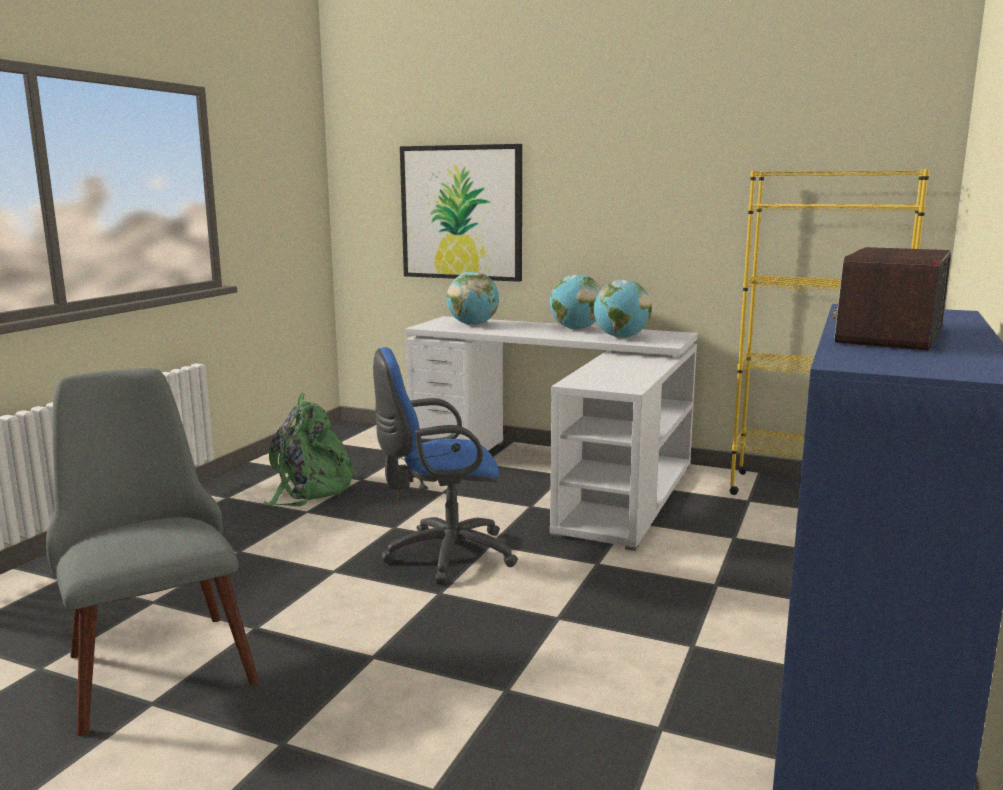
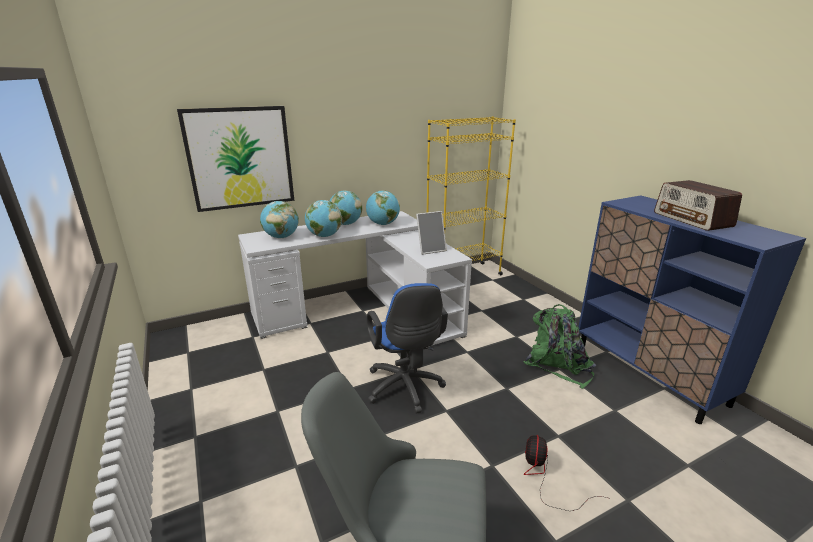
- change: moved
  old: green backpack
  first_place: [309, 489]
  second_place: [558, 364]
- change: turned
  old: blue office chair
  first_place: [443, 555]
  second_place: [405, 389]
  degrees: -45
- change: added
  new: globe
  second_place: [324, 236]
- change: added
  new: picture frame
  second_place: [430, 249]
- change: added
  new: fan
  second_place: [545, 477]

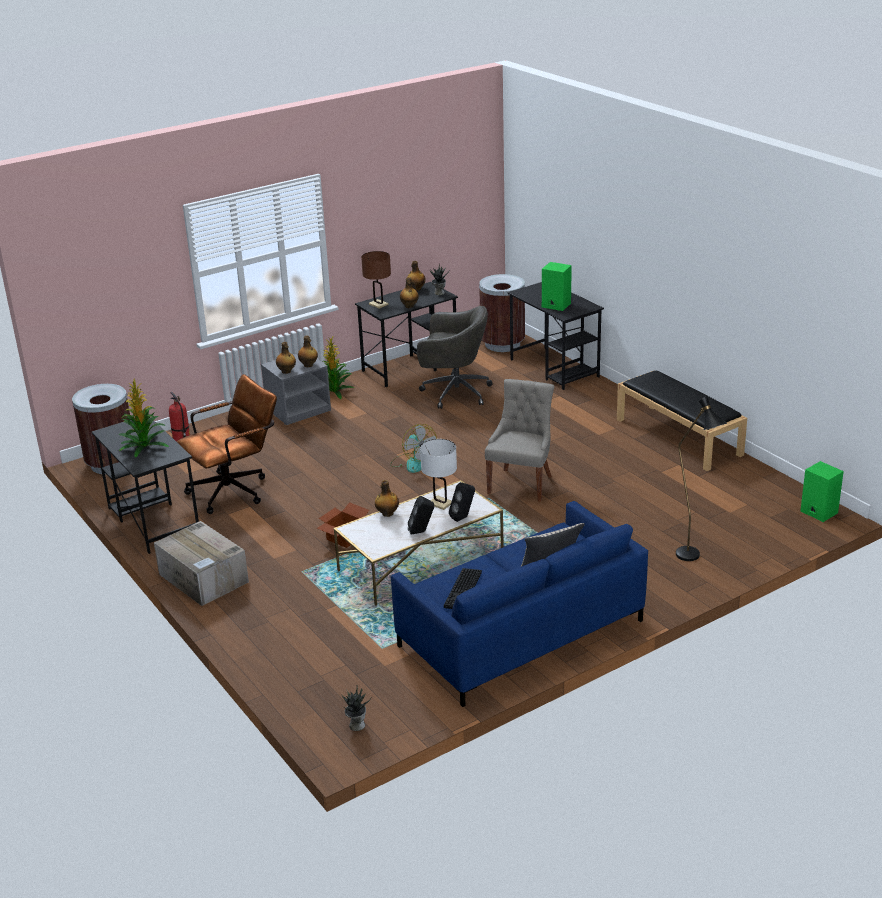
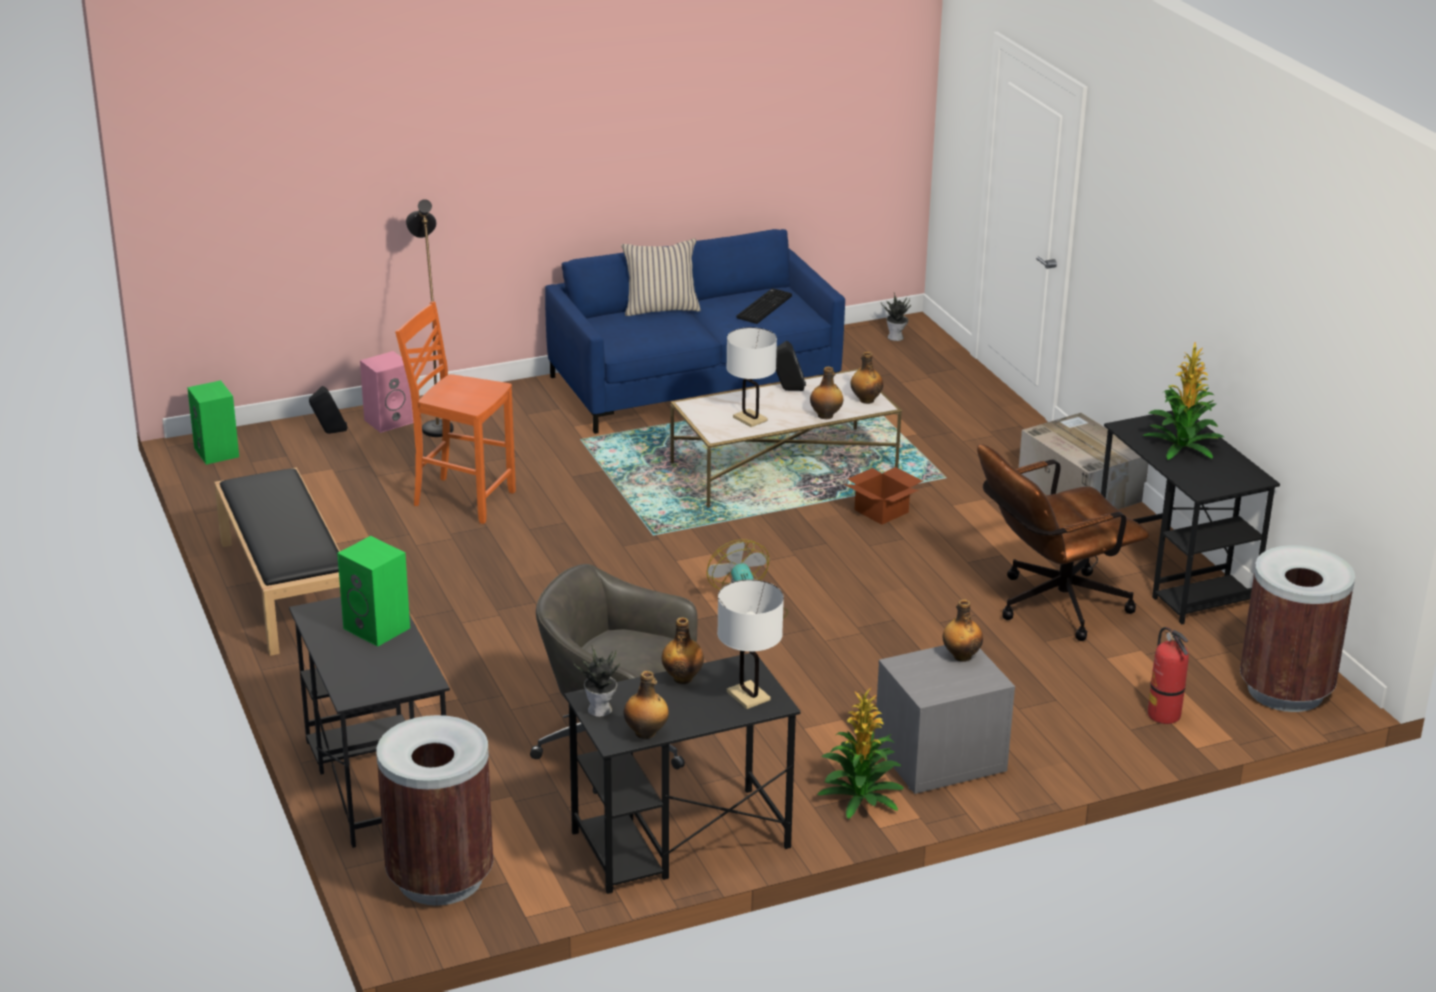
- change: moved
  old: bottle
  first_place: [308, 365]
  second_place: [866, 400]
- change: recoloured
  old: brown table lamp
  new: white table lamp
  first_place: [378, 304]
  second_place: [748, 696]
- change: moved
  old: black speaker
  first_place: [463, 517]
  second_place: [329, 433]
- change: removed
  old: grey chair
  first_place: [521, 484]
- change: added
  new: pink speaker
  second_place: [389, 420]
- change: added
  new: orange chair
  second_place: [462, 499]

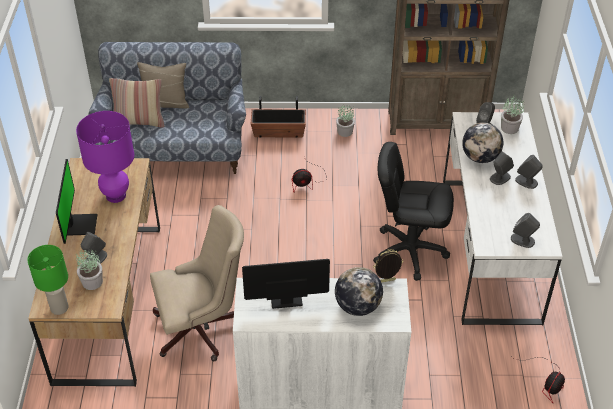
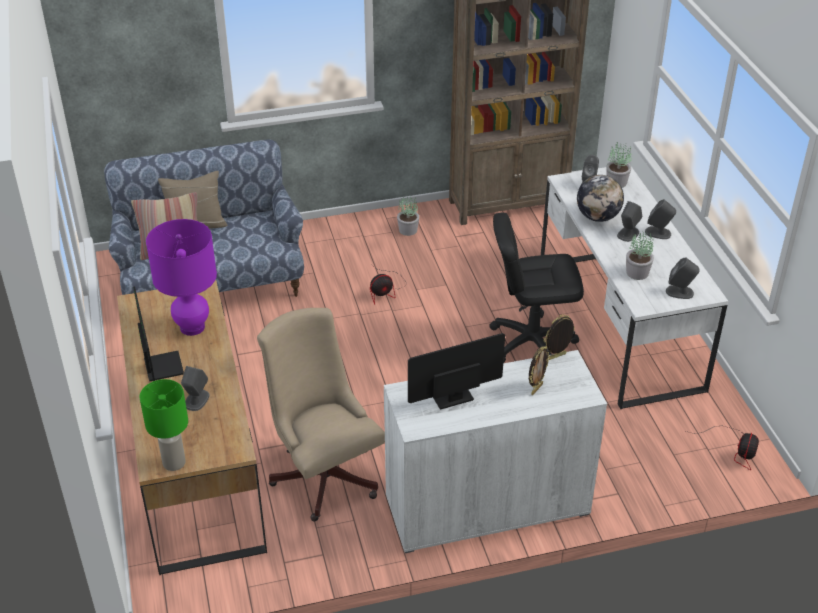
- change: moved
  old: potted plant
  first_place: [92, 282]
  second_place: [638, 273]
- change: turned
  old: beige office chair
  first_place: [202, 329]
  second_place: [323, 472]
  degrees: -90
- change: removed
  old: planter
  first_place: [278, 132]
- change: replaced
  old: globe
  new: picture frame
  first_place: [357, 306]
  second_place: [536, 389]

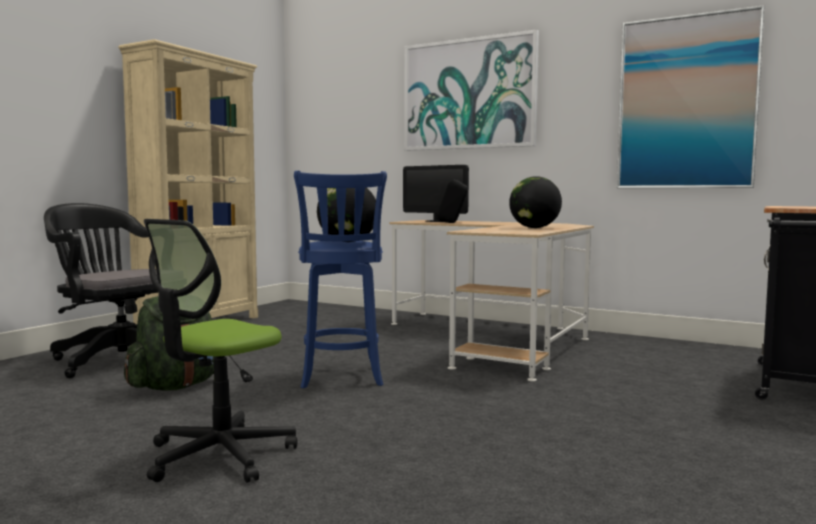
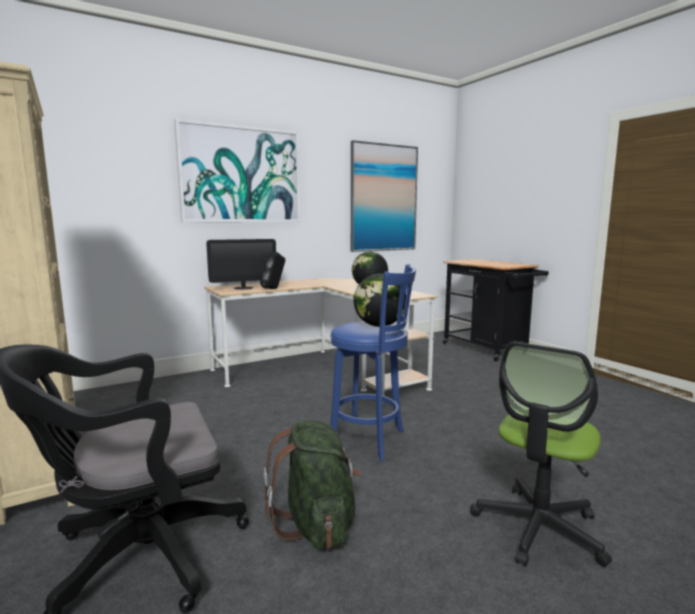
- change: turned
  old: office chair
  first_place: [219, 455]
  second_place: [538, 528]
  degrees: 60

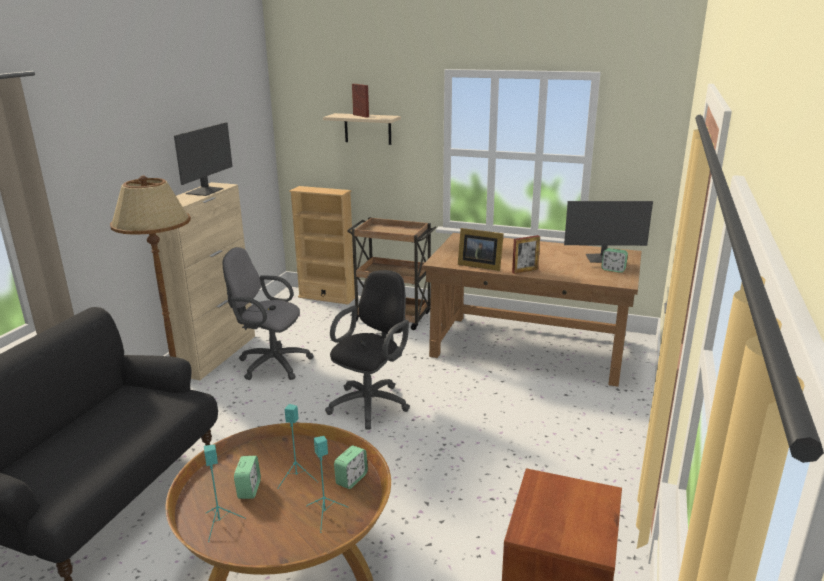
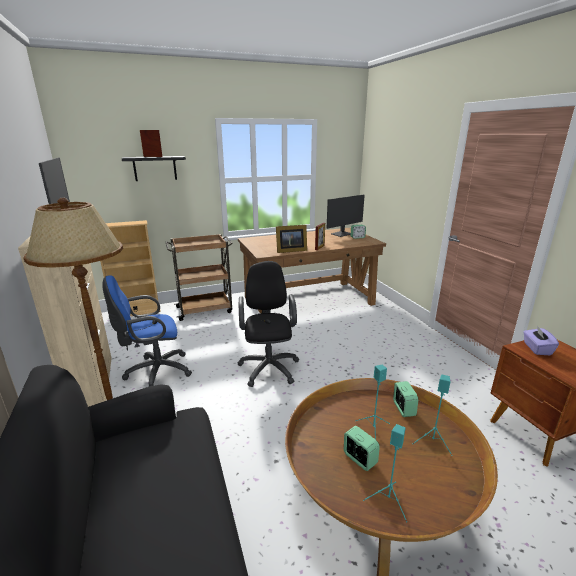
- change: recoloured
  old: grey office chair
  new: blue office chair
  first_place: [270, 364]
  second_place: [155, 372]
- change: recoloured
  old: beige shelf
  new: black shelf
  first_place: [367, 129]
  second_place: [155, 168]
- change: added
  new: purple tissue box
  second_place: [536, 348]

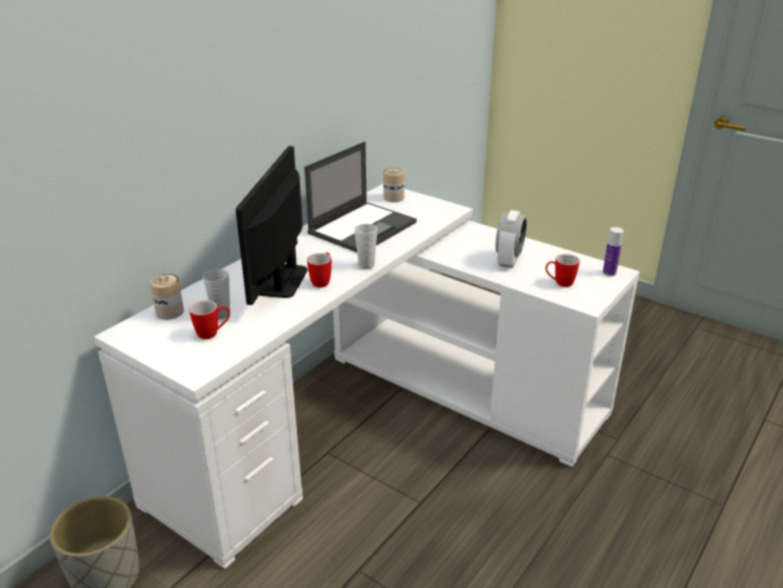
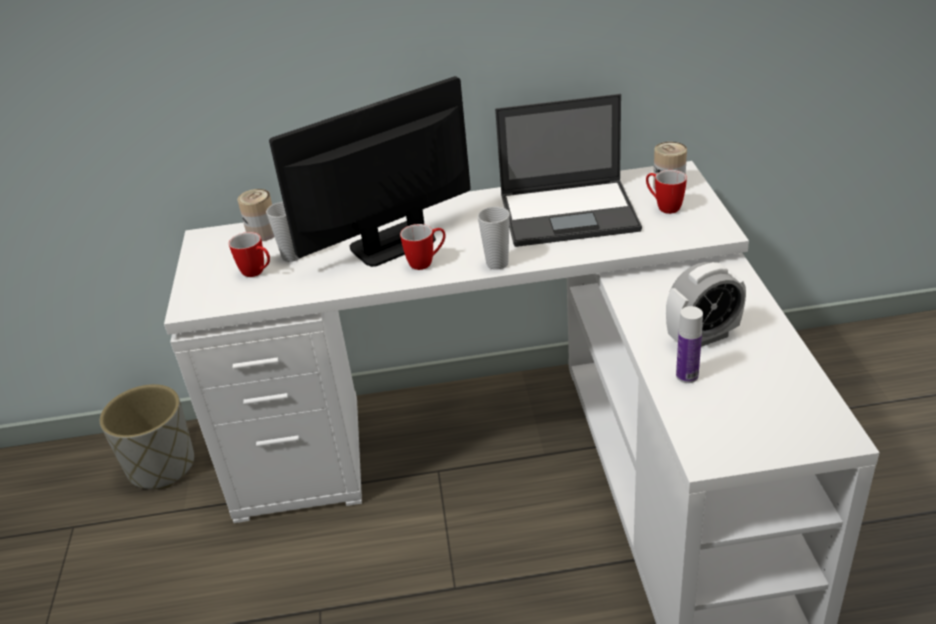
- change: moved
  old: mug
  first_place: [559, 283]
  second_place: [663, 207]
- change: moved
  old: bottle
  first_place: [609, 273]
  second_place: [687, 376]

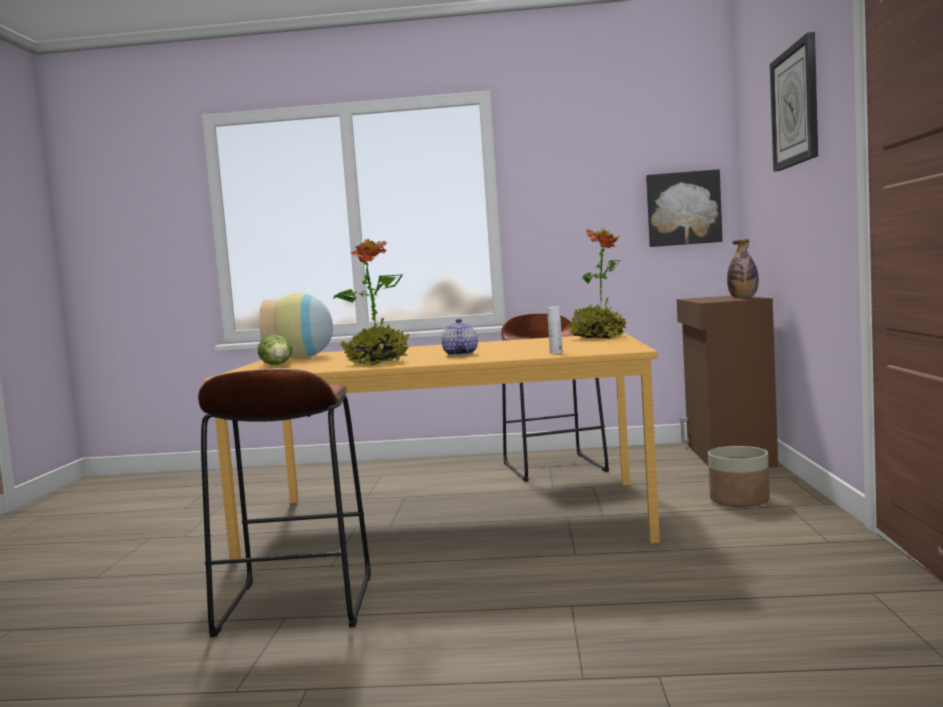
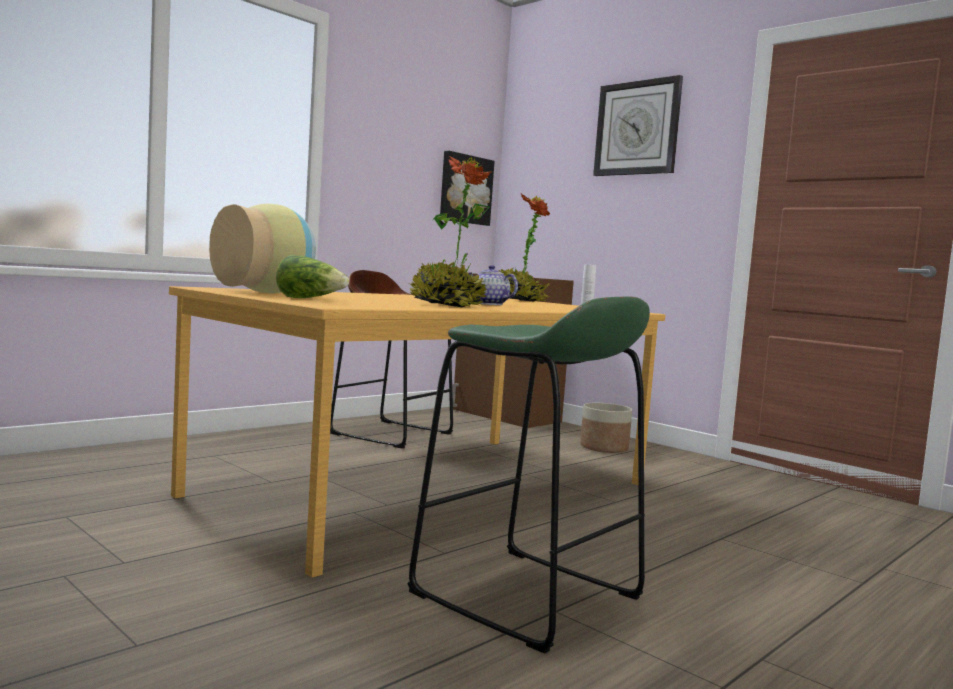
- change: recoloured
  old: brown stool
  new: green stool
  first_place: [296, 604]
  second_place: [526, 596]
- change: removed
  old: bottle
  first_place: [743, 298]

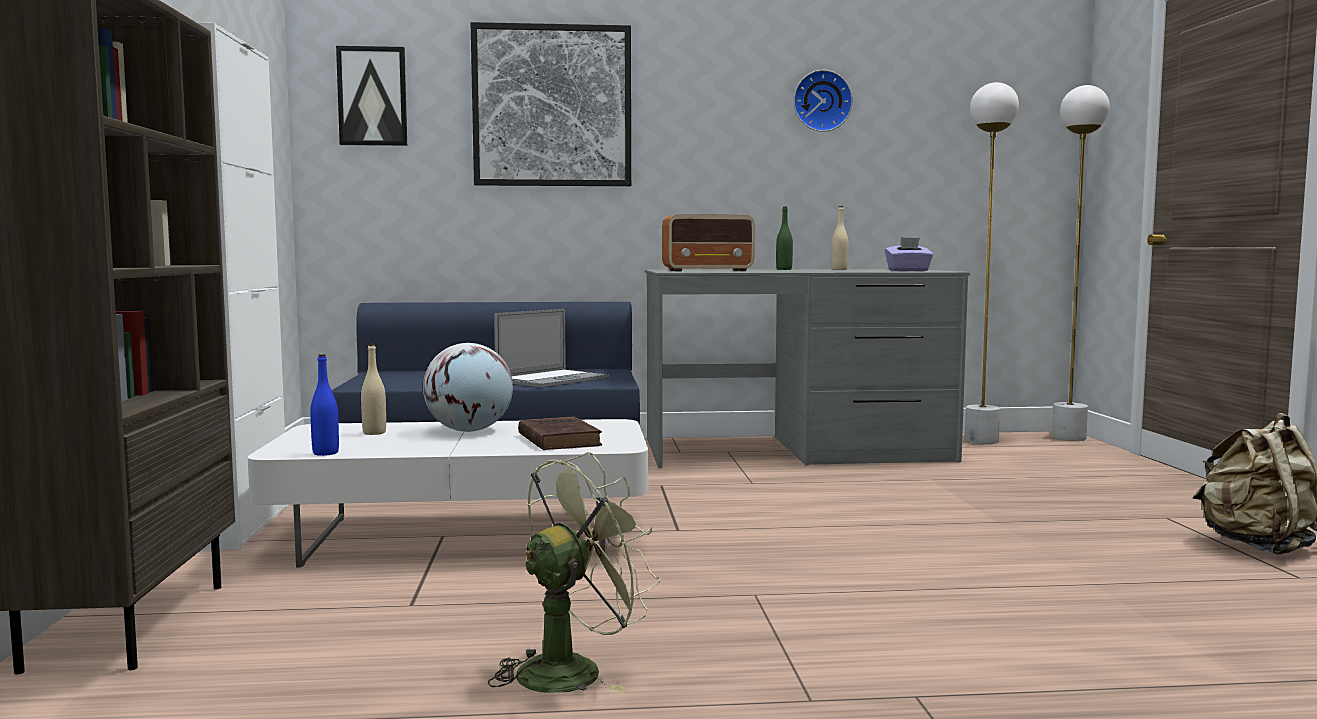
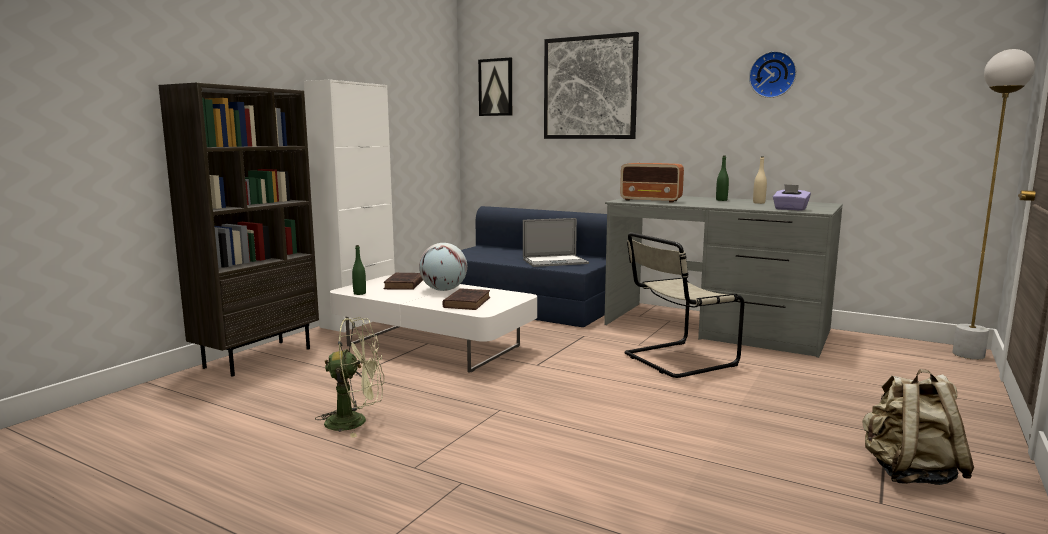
- change: recoloured
  old: blue bottle
  new: green bottle
  first_place: [325, 453]
  second_place: [359, 293]
- change: replaced
  old: beige bottle
  new: brown book
  first_place: [374, 433]
  second_place: [404, 284]
- change: removed
  old: white floor lamp
  first_place: [981, 441]
- change: added
  new: beige chair
  second_place: [676, 360]

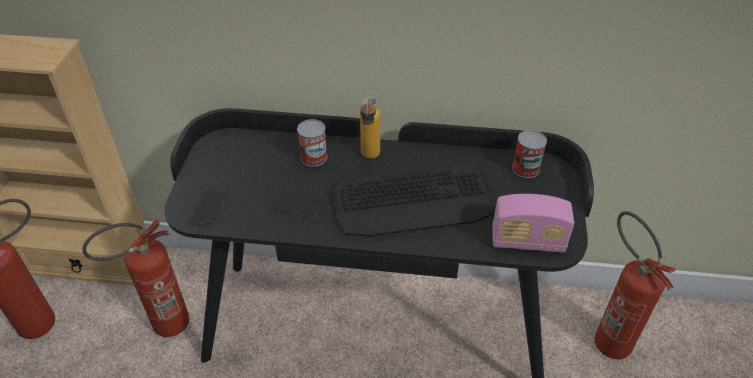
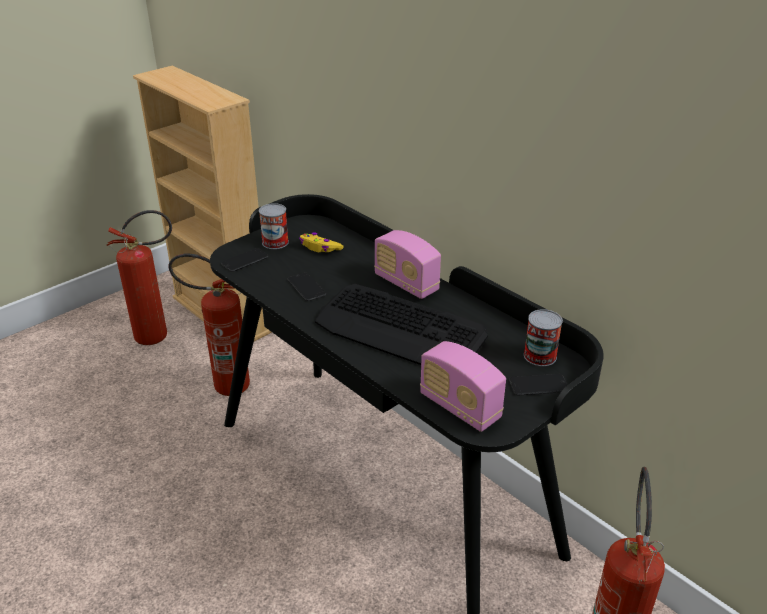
- change: moved
  old: can
  first_place: [313, 157]
  second_place: [275, 242]
- change: replaced
  old: bottle
  new: radio
  first_place: [369, 158]
  second_place: [406, 283]
- change: added
  new: yellow game controller
  second_place: [320, 248]

